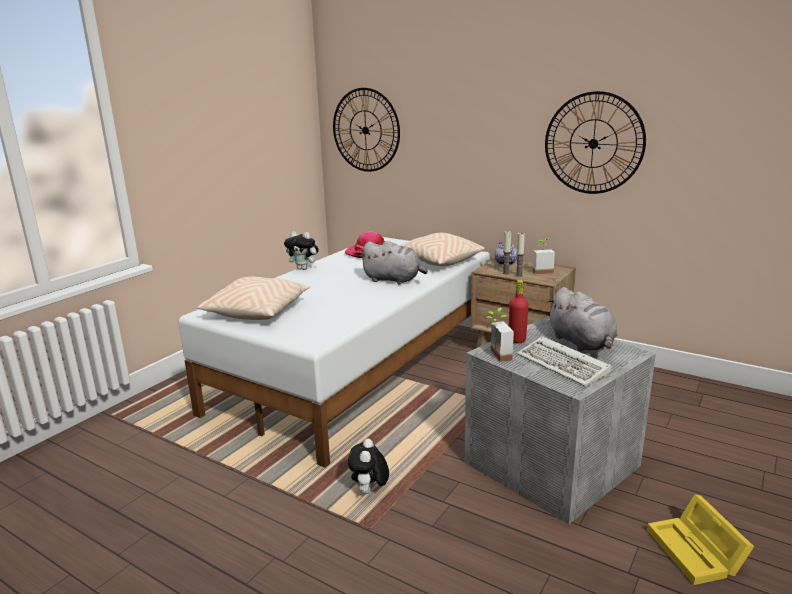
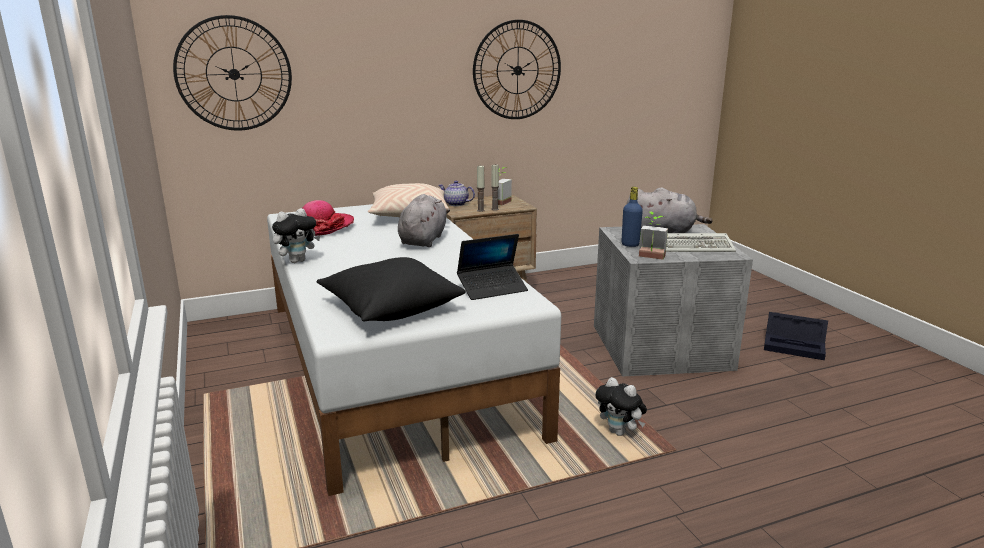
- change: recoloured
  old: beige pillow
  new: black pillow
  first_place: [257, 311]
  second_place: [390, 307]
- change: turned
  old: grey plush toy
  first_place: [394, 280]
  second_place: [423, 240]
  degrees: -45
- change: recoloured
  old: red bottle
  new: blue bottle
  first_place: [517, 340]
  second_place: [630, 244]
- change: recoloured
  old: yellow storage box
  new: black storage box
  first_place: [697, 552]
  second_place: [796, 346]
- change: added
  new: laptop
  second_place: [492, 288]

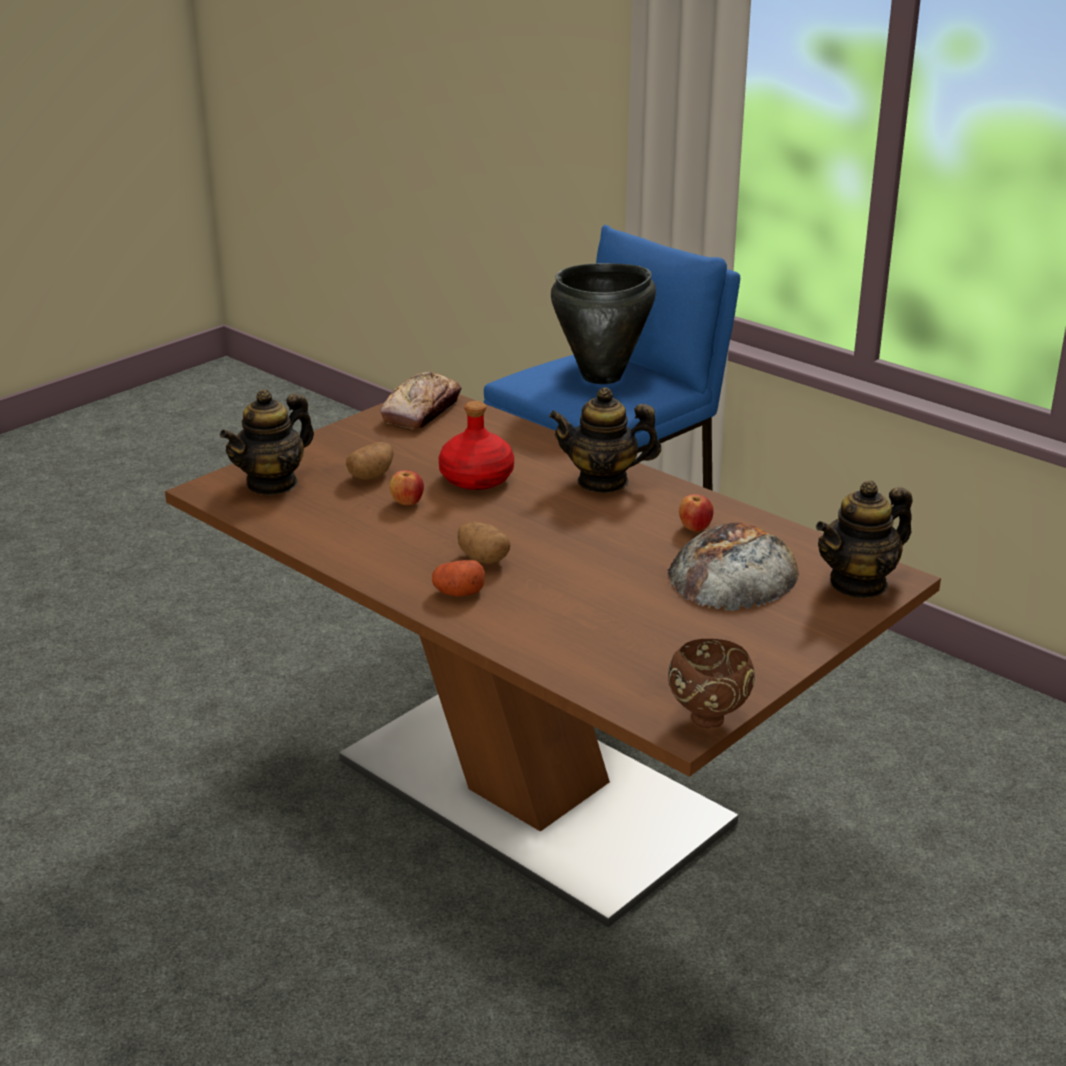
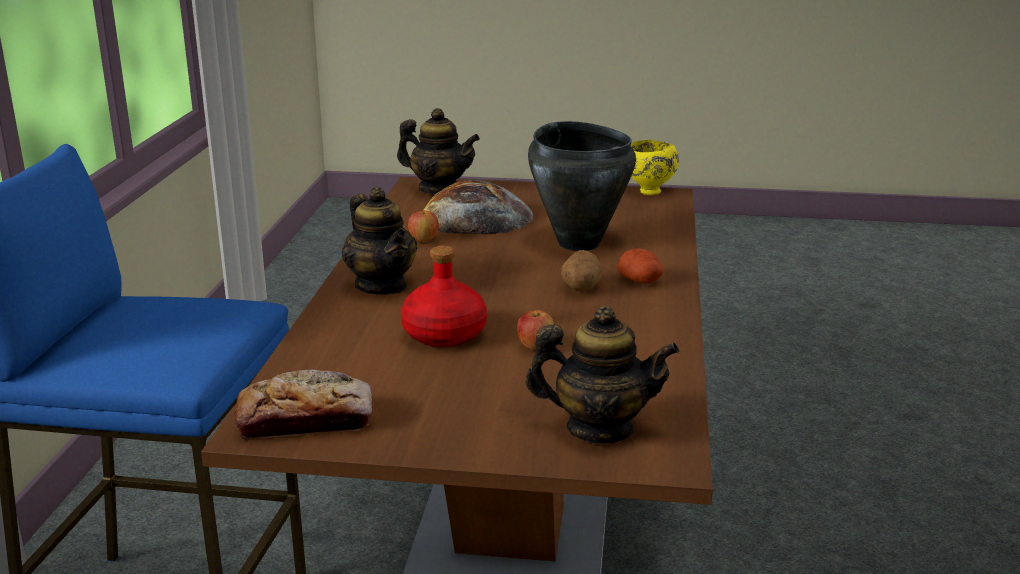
- change: removed
  old: potato
  first_place: [371, 475]
- change: moved
  old: black cooking pot
  first_place: [602, 377]
  second_place: [579, 243]
- change: recoloured
  old: brown bowl
  new: yellow bowl
  first_place: [709, 718]
  second_place: [648, 192]

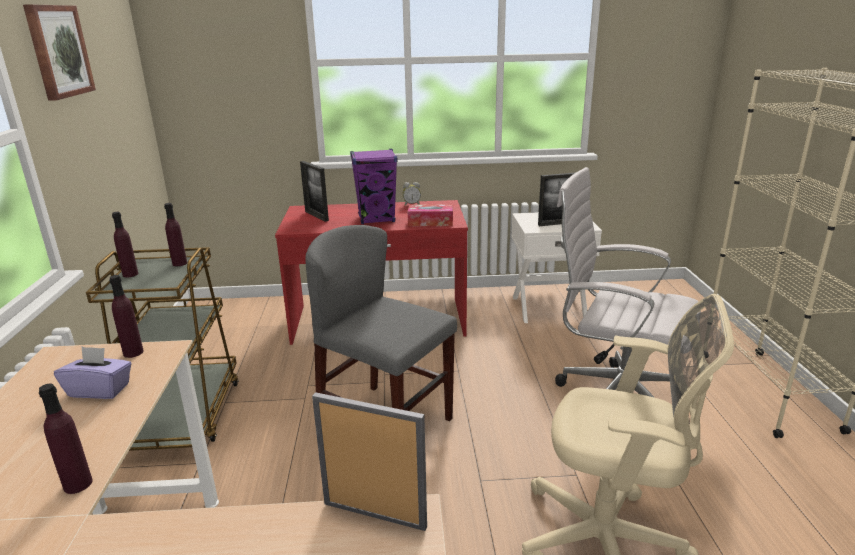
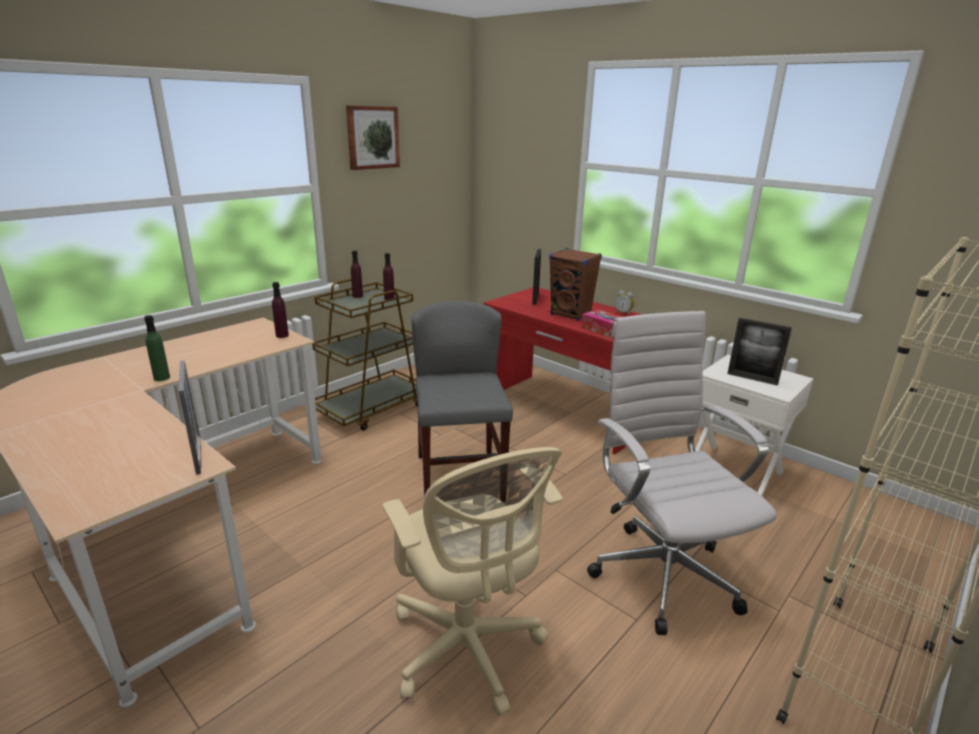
- change: recoloured
  old: purple bottle
  new: green bottle
  first_place: [78, 484]
  second_place: [162, 378]
- change: removed
  old: purple tissue box
  first_place: [100, 390]
- change: recoloured
  old: purple speaker
  new: brown speaker
  first_place: [377, 219]
  second_place: [571, 315]

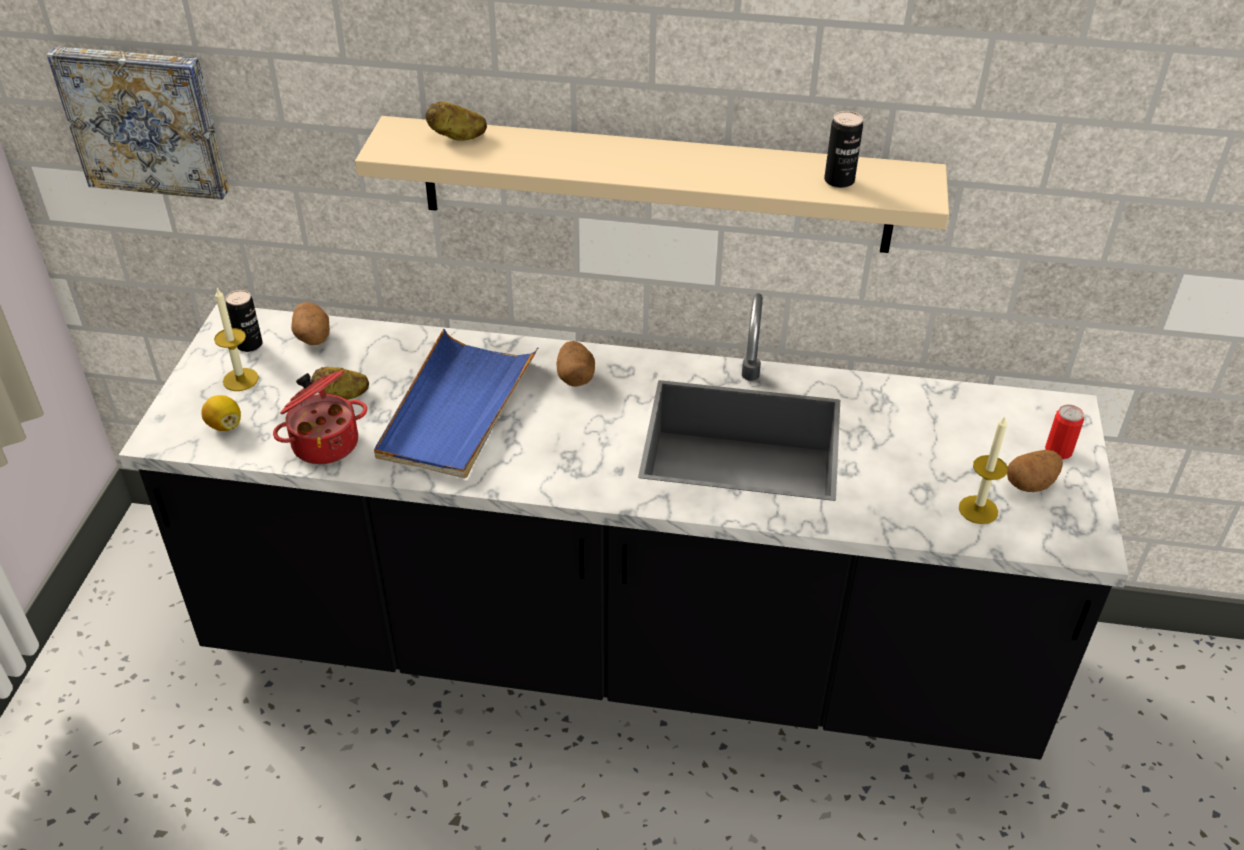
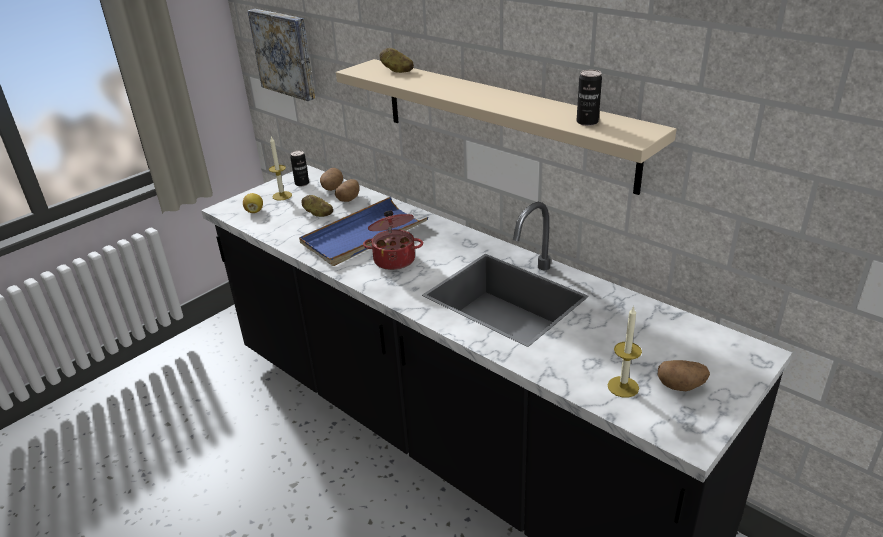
- change: moved
  old: cooking pot
  first_place: [324, 442]
  second_place: [394, 259]
- change: moved
  old: potato
  first_place: [575, 377]
  second_place: [349, 199]
- change: removed
  old: can
  first_place: [1058, 451]

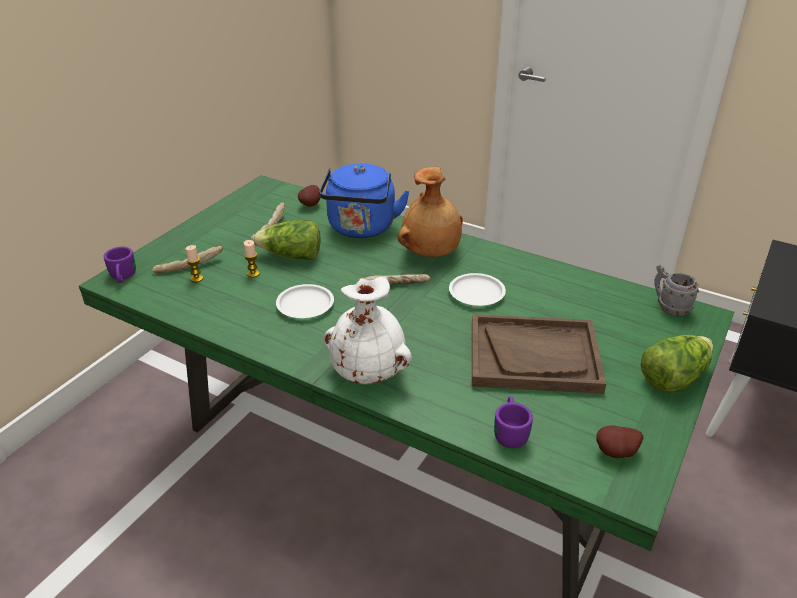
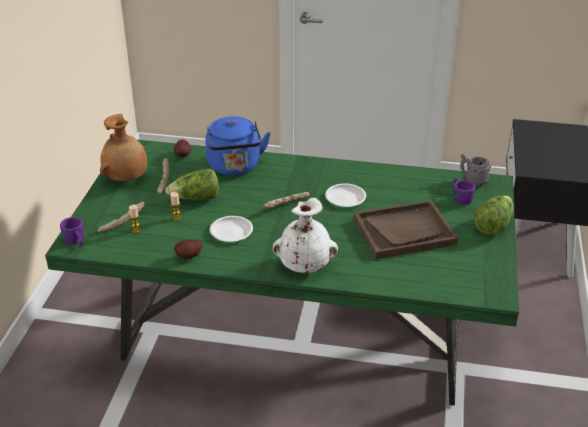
- change: moved
  old: brown vase
  first_place: [431, 253]
  second_place: [126, 178]
- change: moved
  old: purple mug
  first_place: [510, 430]
  second_place: [460, 197]
- change: moved
  old: potato
  first_place: [617, 454]
  second_place: [189, 257]

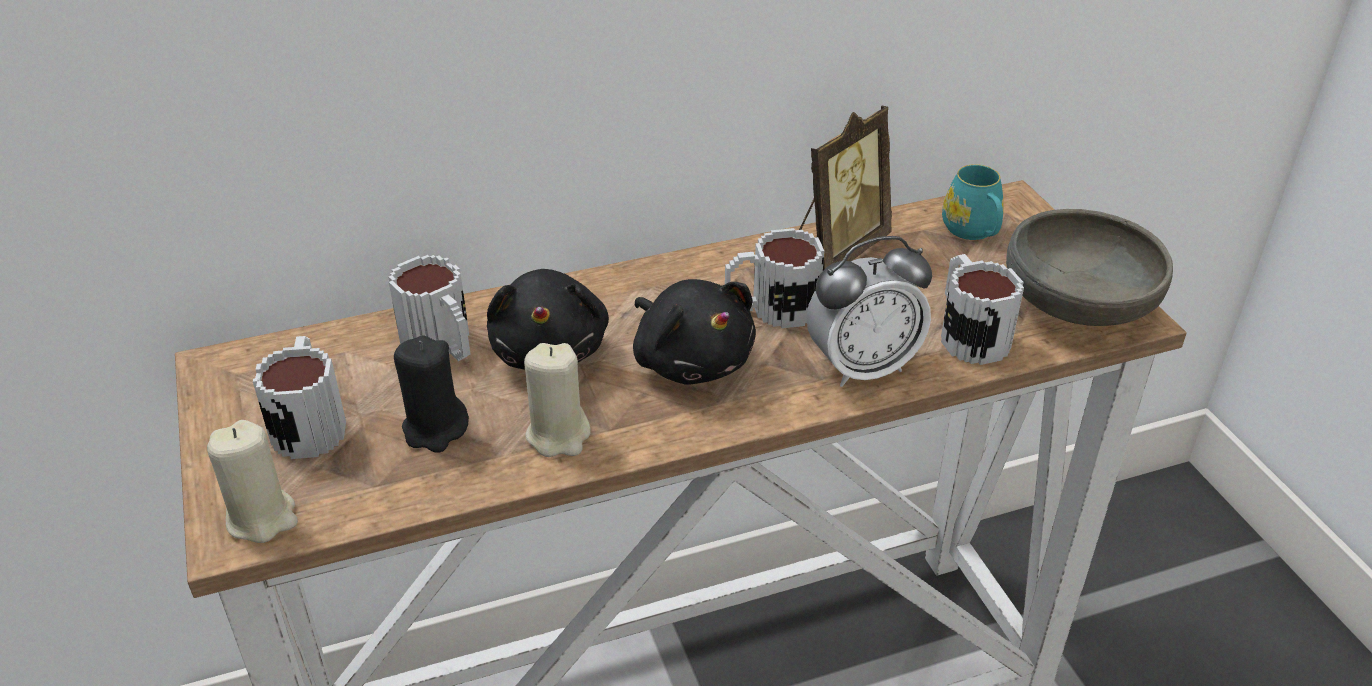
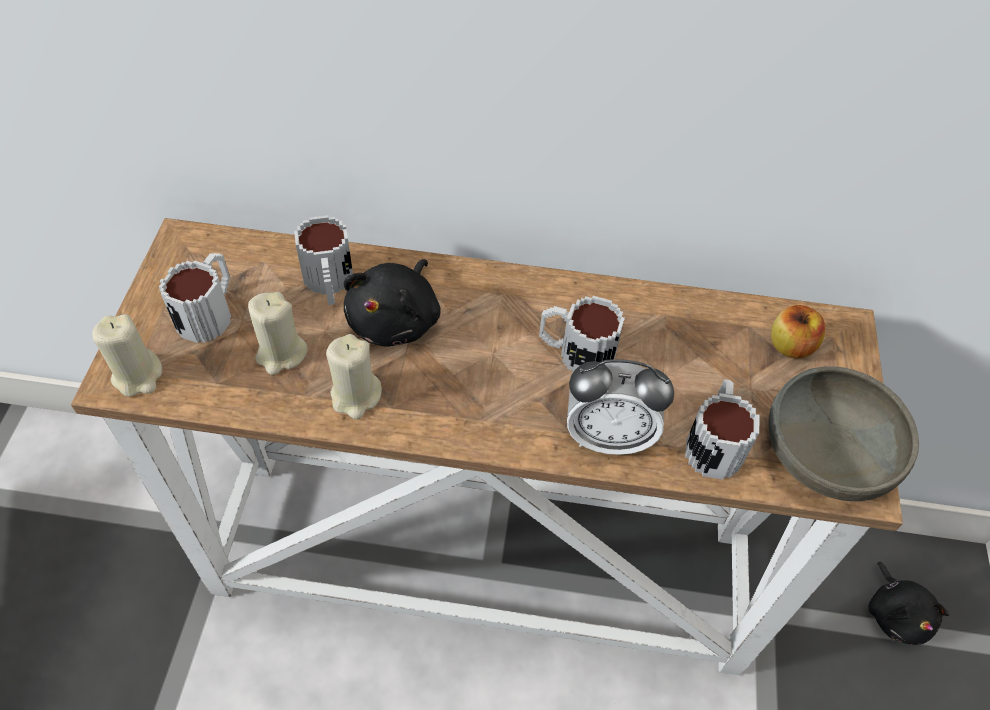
- change: recoloured
  old: black candle
  new: beige candle
  first_place: [435, 429]
  second_place: [281, 354]
- change: moved
  old: black plush toy
  first_place: [691, 360]
  second_place: [896, 614]
- change: removed
  old: picture frame
  first_place: [836, 250]
- change: replaced
  old: turquoise mug
  new: apple
  first_place: [973, 232]
  second_place: [790, 346]

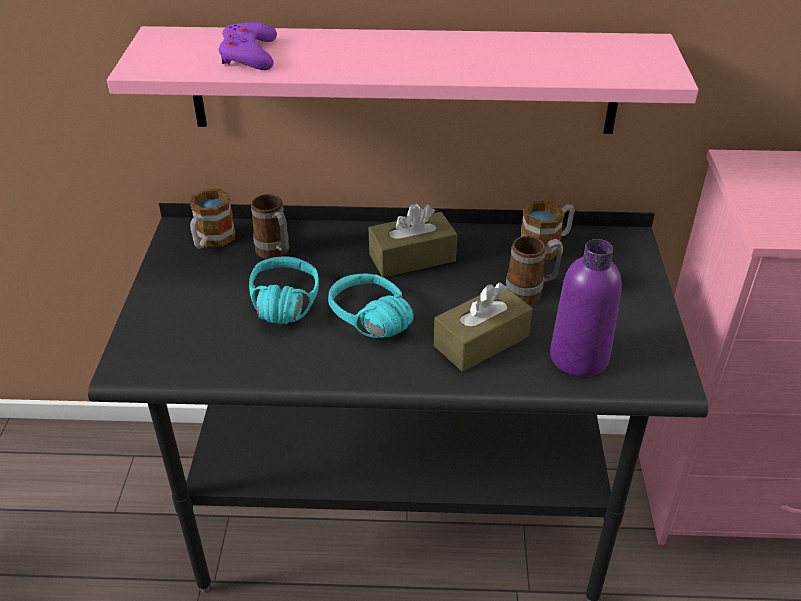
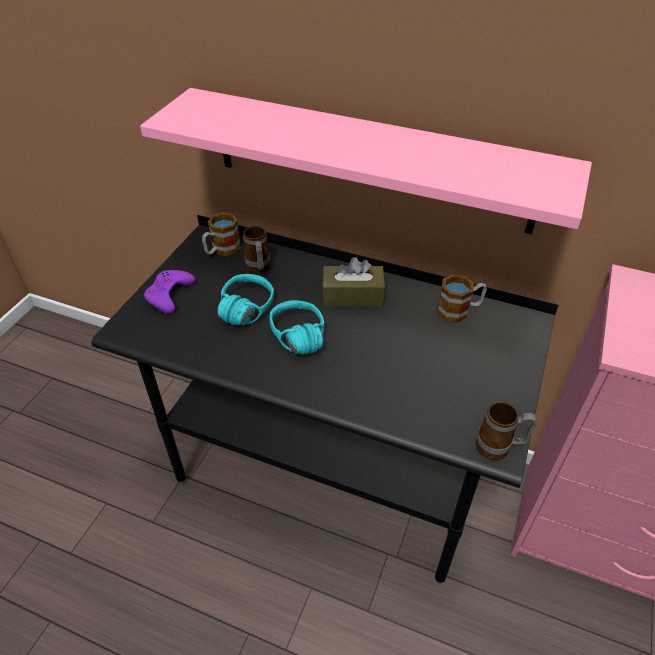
- change: moved
  old: purple game controller
  first_place: [249, 54]
  second_place: [169, 294]
- change: removed
  old: brown tissue box
  first_place: [481, 341]
- change: moved
  old: mug
  first_place: [531, 293]
  second_place: [499, 448]
- change: removed
  old: purple bottle
  first_place: [579, 357]

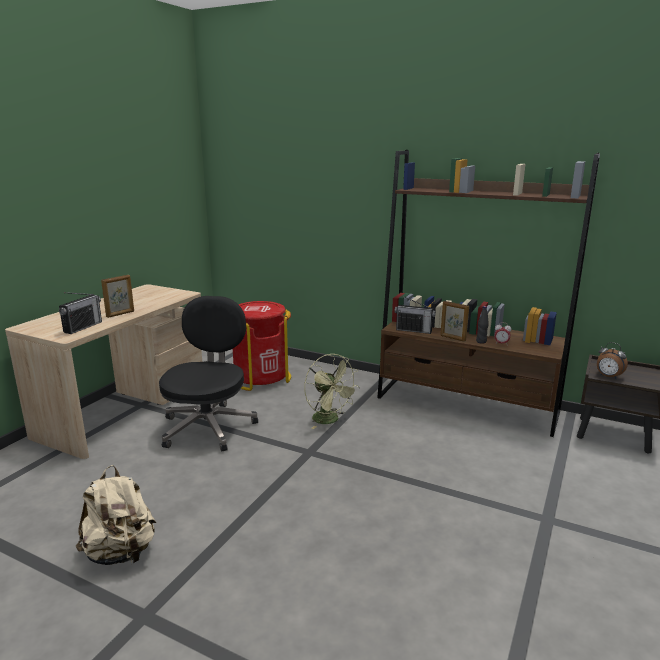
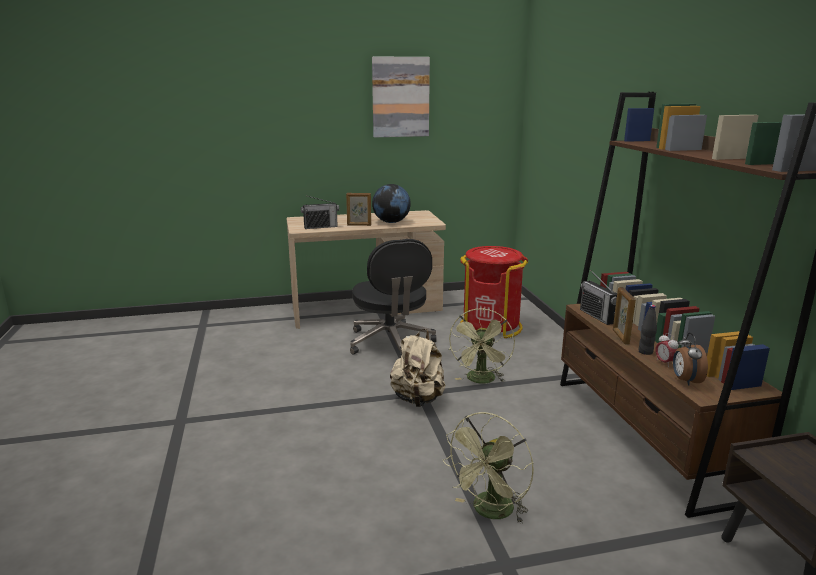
- change: moved
  old: beige backpack
  first_place: [121, 553]
  second_place: [418, 399]
- change: turned
  old: black office chair
  first_place: [208, 426]
  second_place: [391, 343]
  degrees: 105
- change: moved
  old: alarm clock
  first_place: [608, 377]
  second_place: [685, 380]
- change: added
  new: picture
  second_place: [400, 97]
- change: added
  new: globe
  second_place: [391, 222]
- change: added
  new: green fan
  second_place: [489, 512]

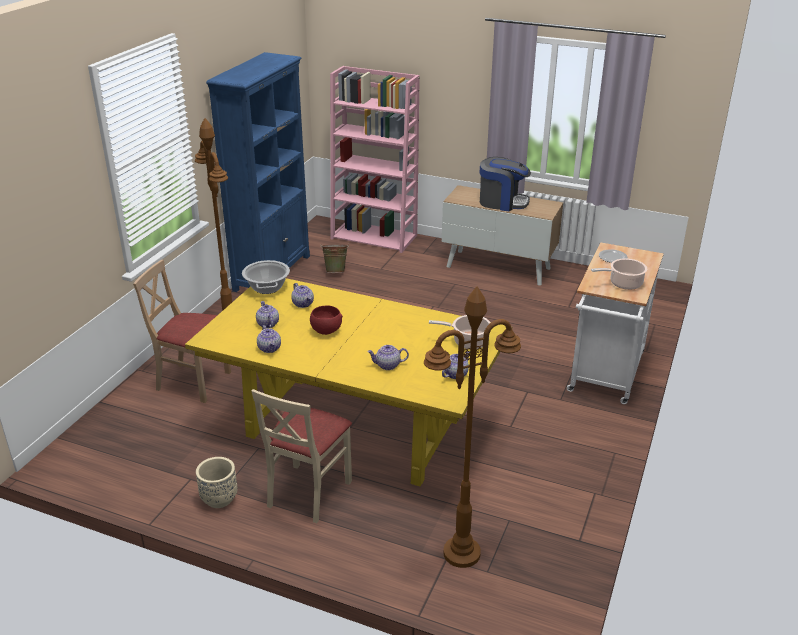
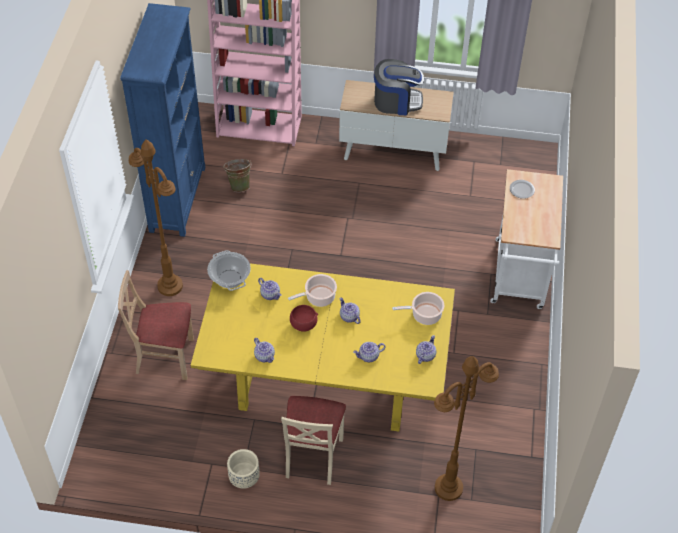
- change: moved
  old: teapot
  first_place: [267, 324]
  second_place: [349, 316]
- change: moved
  old: cooking pot
  first_place: [623, 283]
  second_place: [318, 297]

